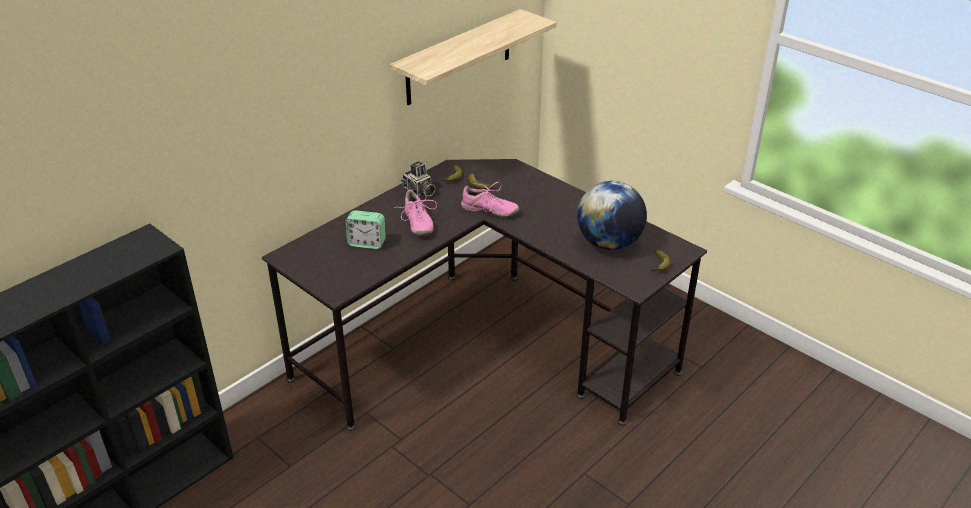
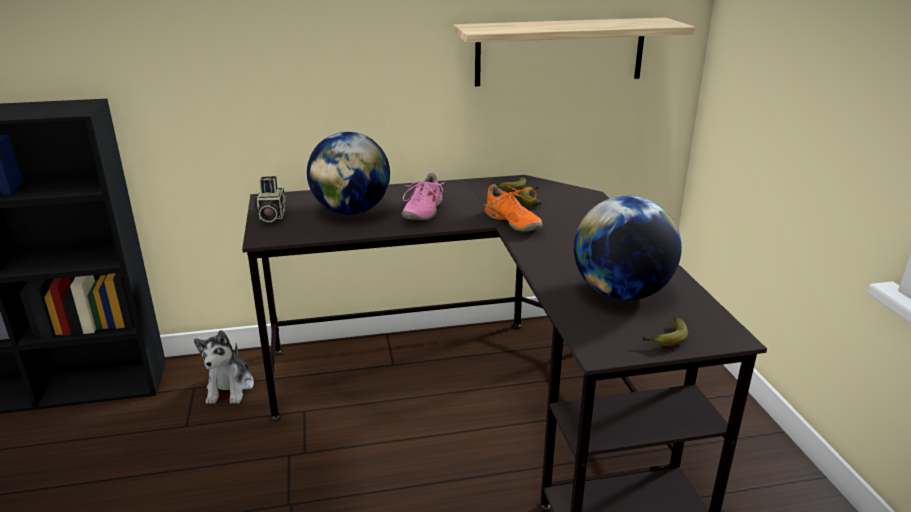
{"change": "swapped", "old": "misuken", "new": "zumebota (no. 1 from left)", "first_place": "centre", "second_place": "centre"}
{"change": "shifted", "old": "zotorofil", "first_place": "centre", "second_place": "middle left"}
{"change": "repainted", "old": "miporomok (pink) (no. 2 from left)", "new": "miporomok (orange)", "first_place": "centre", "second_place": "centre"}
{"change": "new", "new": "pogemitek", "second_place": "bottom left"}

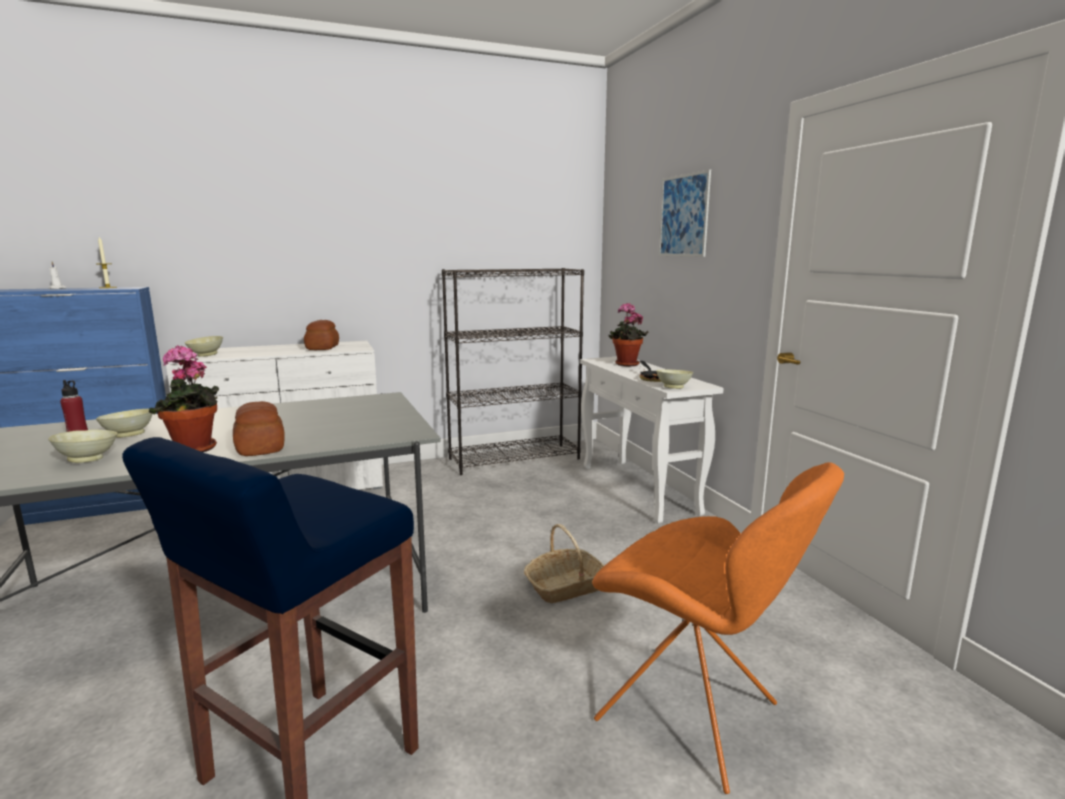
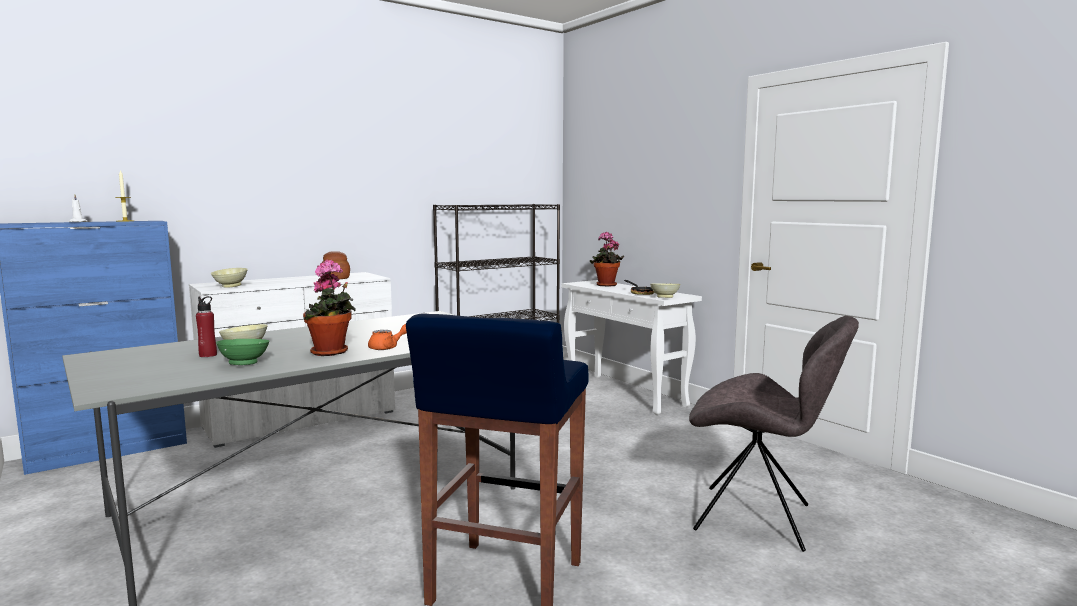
{"change": "repainted", "old": "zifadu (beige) (no. 1 from left)", "new": "zifadu (green)", "first_place": "middle left", "second_place": "middle left"}
{"change": "swapped", "old": "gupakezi (no. 1 from left)", "new": "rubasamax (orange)", "first_place": "middle left", "second_place": "centre"}
{"change": "gone", "old": "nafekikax", "first_place": "bottom centre"}
{"change": "repainted", "old": "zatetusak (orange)", "new": "zatetusak (grey)", "first_place": "bottom right", "second_place": "bottom right"}
{"change": "gone", "old": "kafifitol", "first_place": "top centre"}

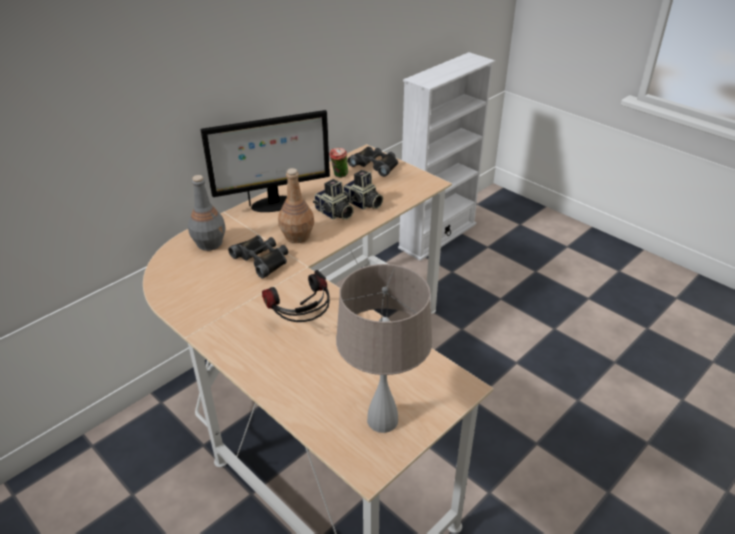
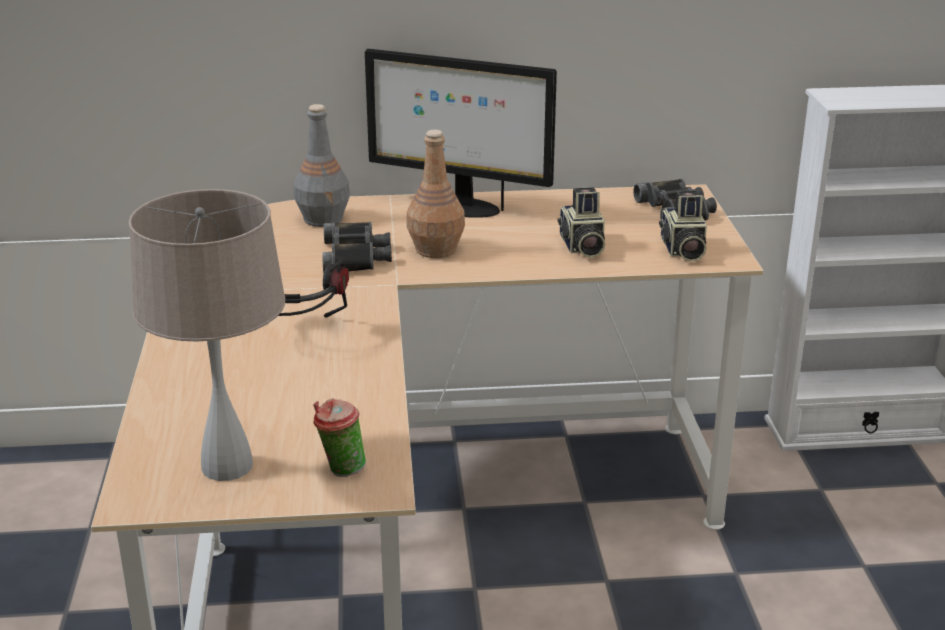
{"change": "shifted", "old": "zotorofil (no. 1 from left in the first image)", "new": "zotorofil (no. 2 from left)", "first_place": "centre", "second_place": "middle right"}
{"change": "shifted", "old": "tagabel", "first_place": "top centre", "second_place": "bottom centre"}

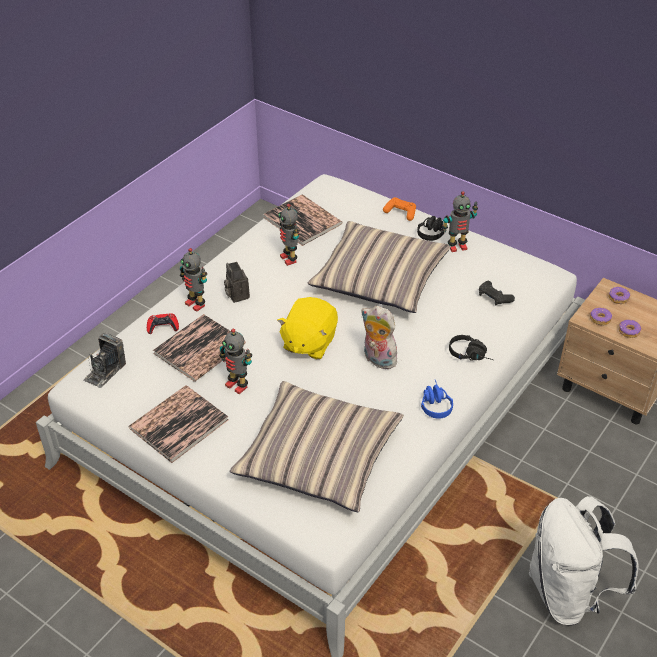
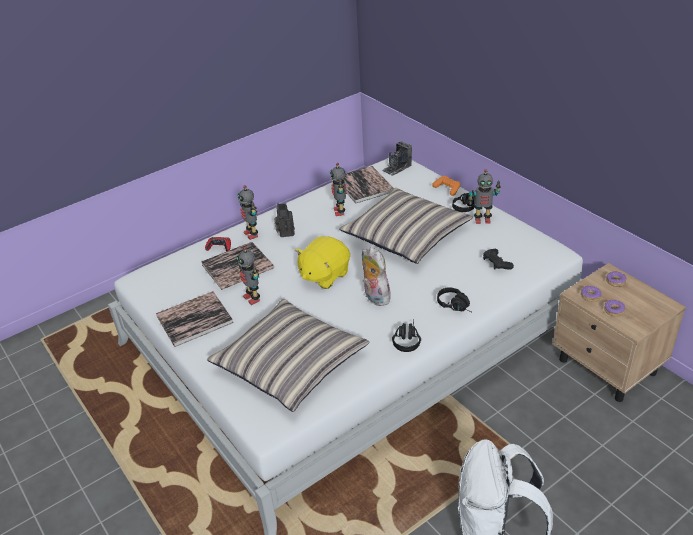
{"change": "shifted", "old": "zotorofil (no. 1 from left in the first image)", "new": "zotorofil (no. 2 from left)", "first_place": "middle left", "second_place": "top centre"}
{"change": "repainted", "old": "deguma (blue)", "new": "deguma (black) (no. 1 from left)", "first_place": "centre", "second_place": "centre"}

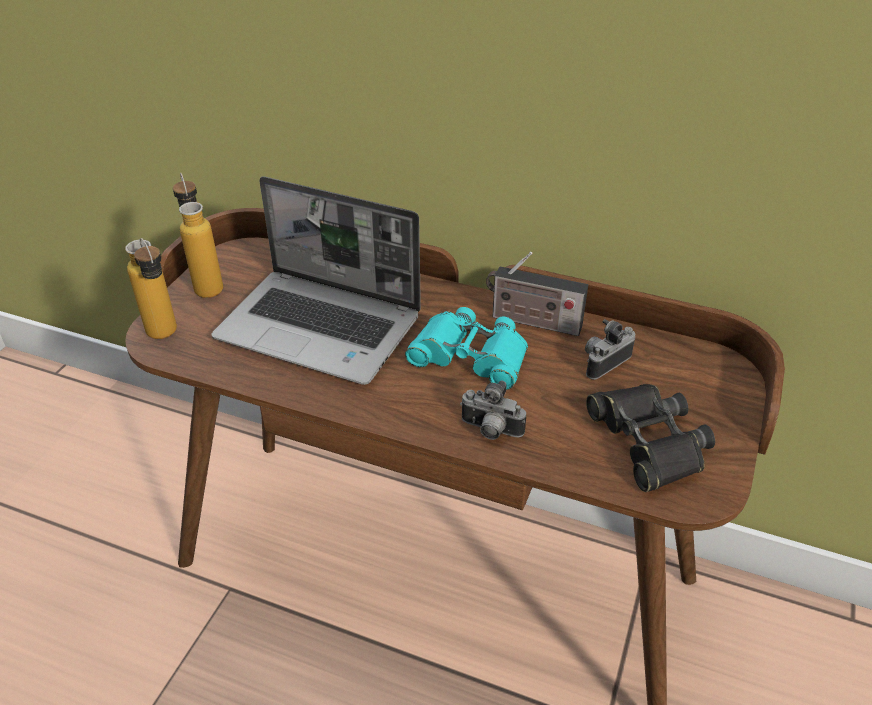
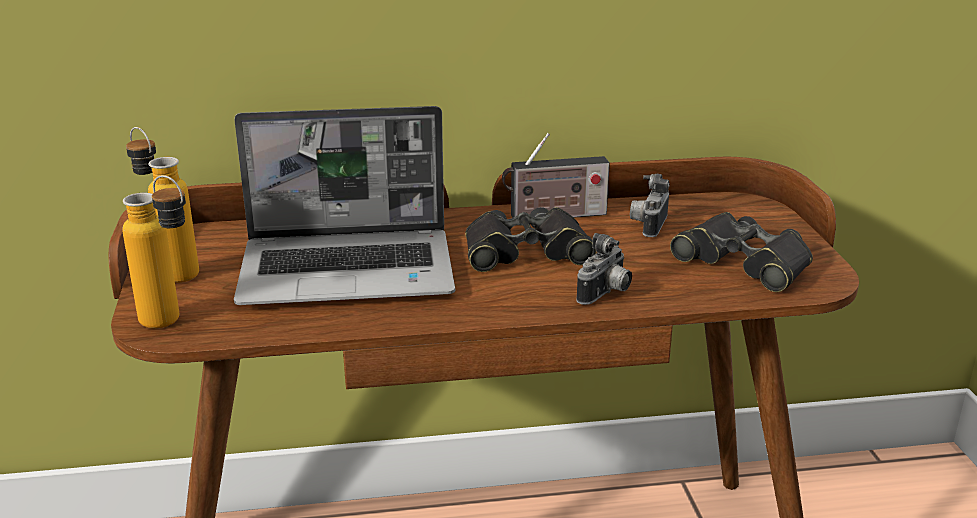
{"change": "repainted", "old": "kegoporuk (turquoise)", "new": "kegoporuk (black) (no. 1 from left)", "first_place": "centre", "second_place": "centre"}
{"change": "rotated", "old": "zotorofil (no. 1 from left)", "first_place": "centre", "second_place": "centre", "degrees": -45}

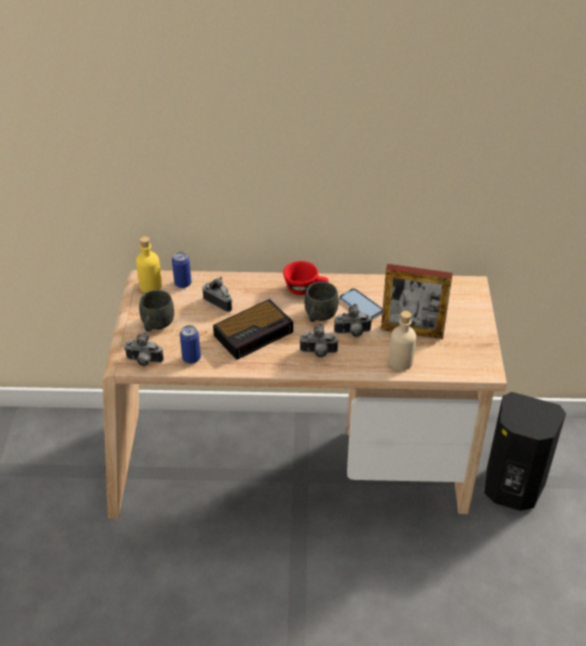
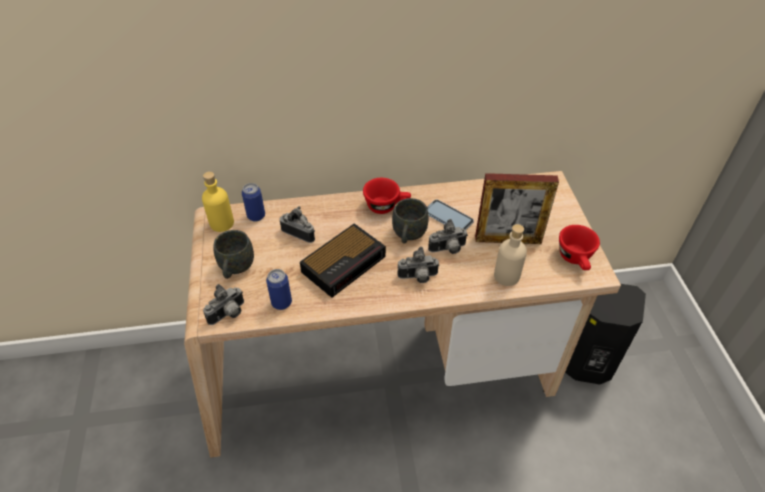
{"change": "rotated", "old": "zotorofil (no. 1 from left)", "first_place": "middle left", "second_place": "middle left", "degrees": -45}
{"change": "new", "new": "tagabel (red) (no. 2 from left)", "second_place": "middle right"}

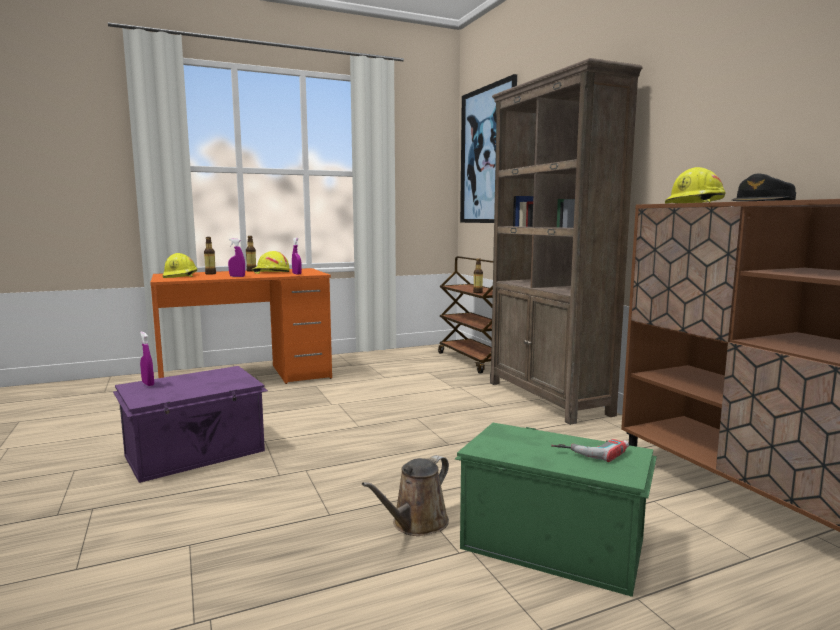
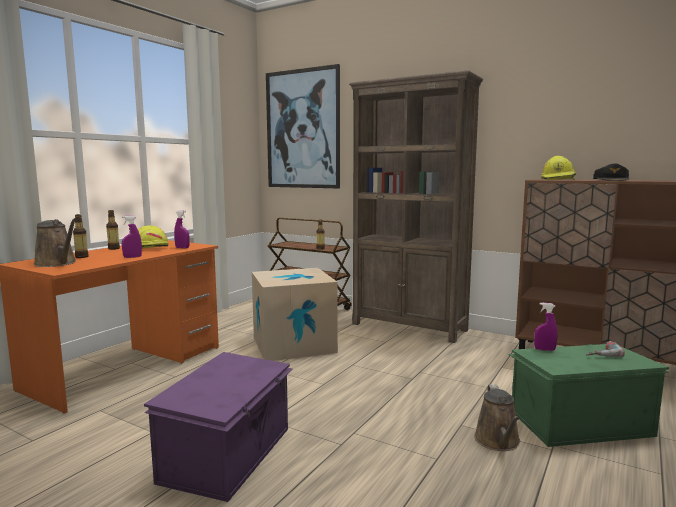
{"change": "shifted", "old": "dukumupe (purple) (no. 1 from left in the first image)", "new": "dukumupe (purple) (no. 3 from left)", "first_place": "middle left", "second_place": "middle right"}
{"change": "swapped", "old": "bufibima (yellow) (no. 1 from left)", "new": "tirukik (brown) (no. 1 from left)", "first_place": "middle left", "second_place": "middle left"}
{"change": "new", "new": "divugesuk", "second_place": "centre"}

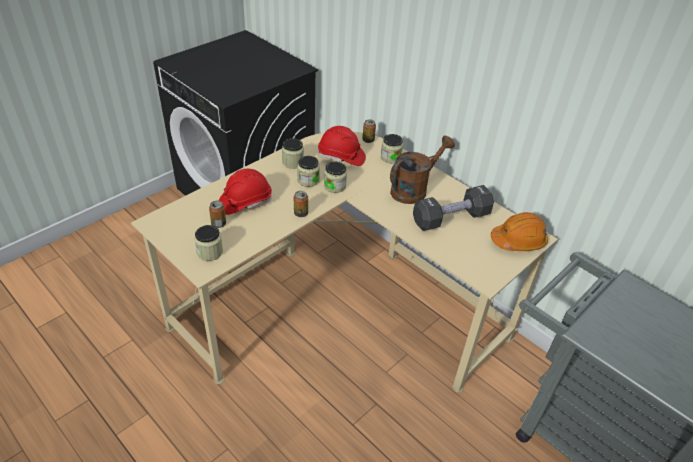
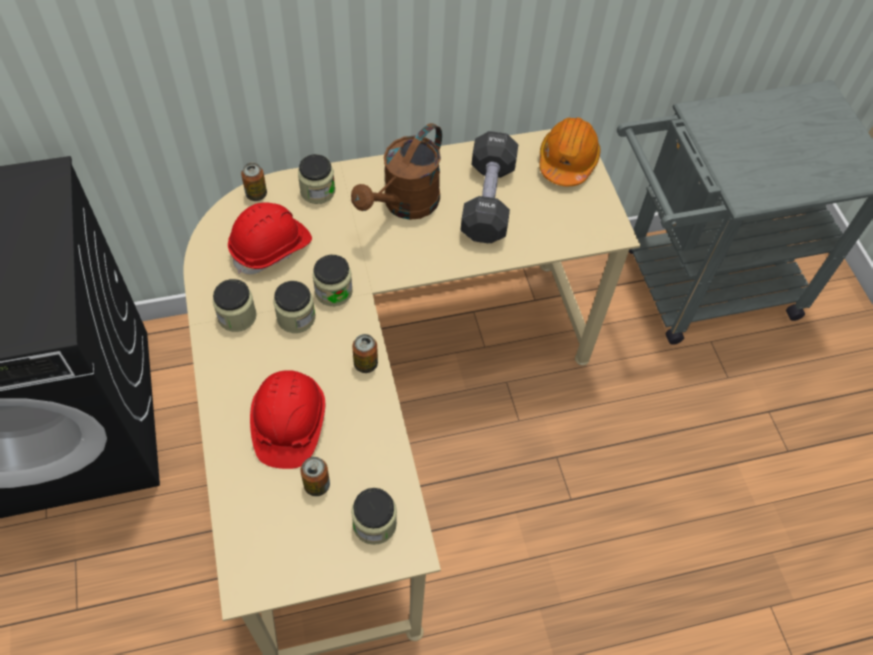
{"change": "rotated", "old": "tirukik (brown)", "first_place": "centre", "second_place": "top centre", "degrees": -135}

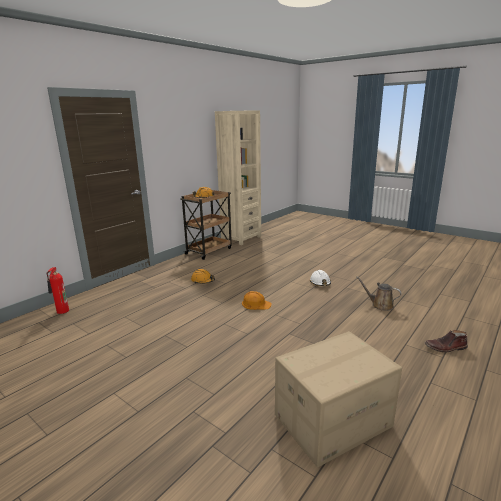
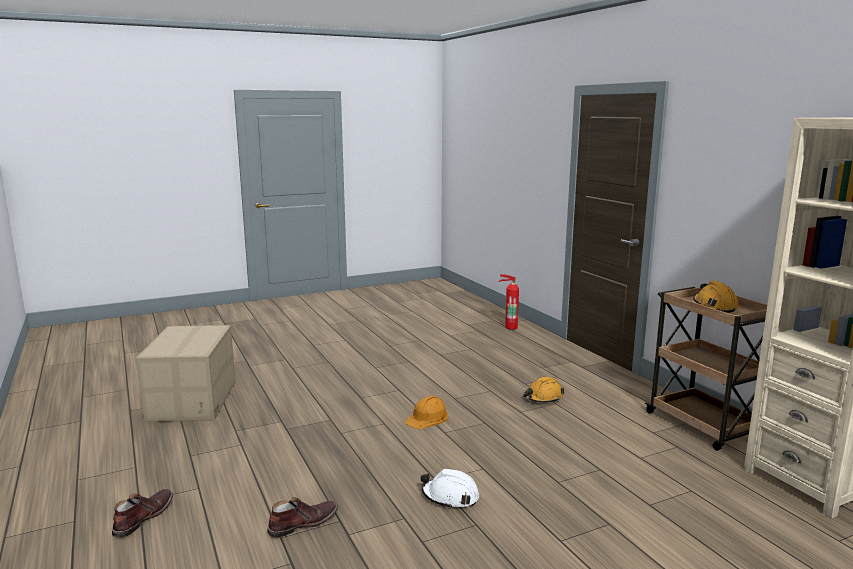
{"change": "swapped", "old": "tirukik (brown)", "new": "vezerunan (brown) (no. 2 from left)", "first_place": "middle right", "second_place": "bottom centre"}

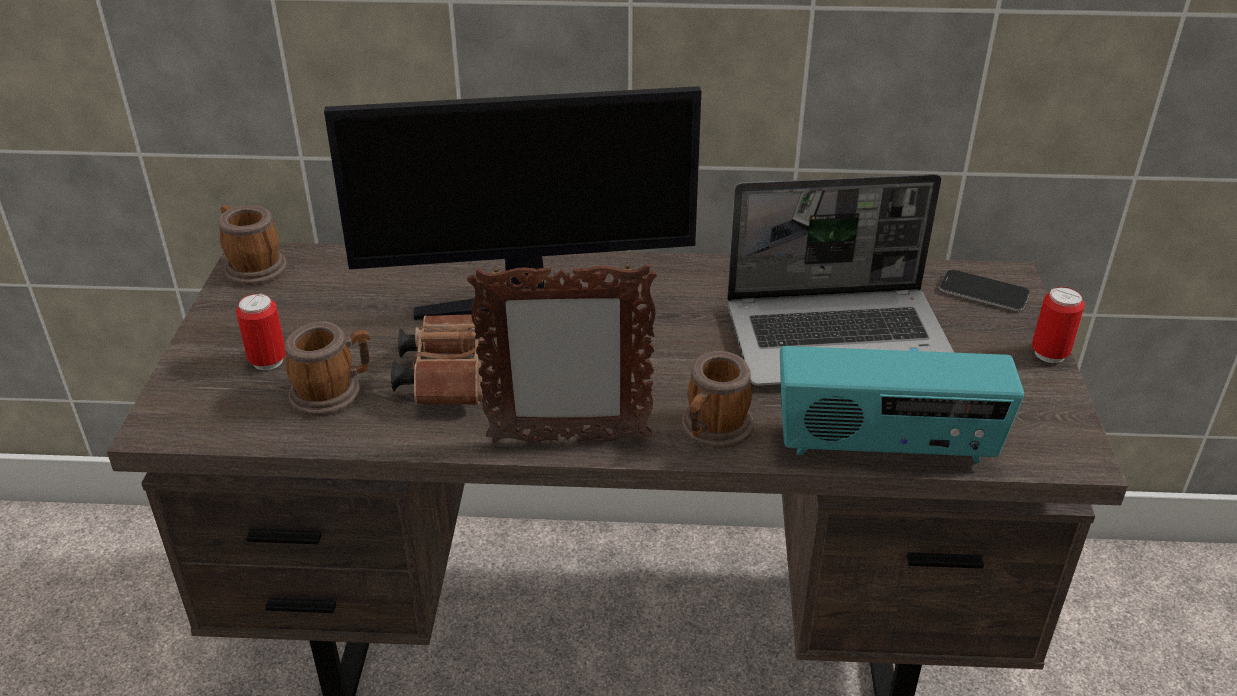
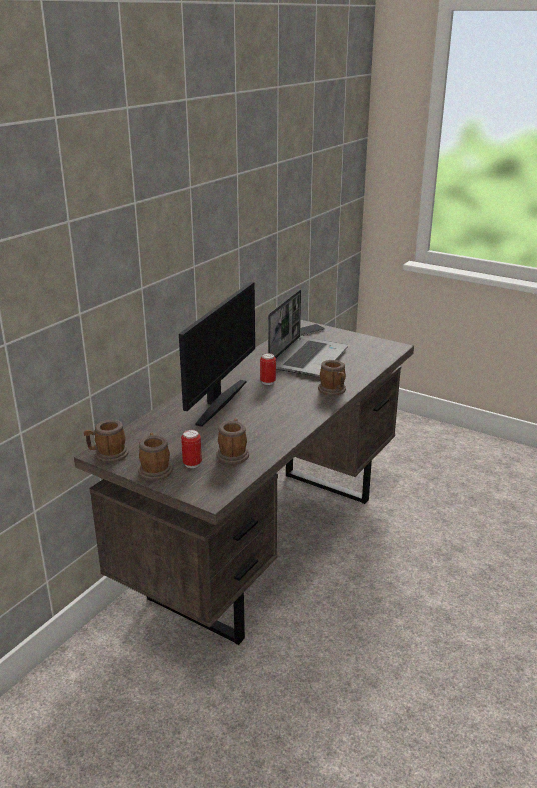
{"change": "gone", "old": "kegoporuk (brown)", "first_place": "centre"}
{"change": "gone", "old": "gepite", "first_place": "centre"}
{"change": "gone", "old": "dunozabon", "first_place": "middle right"}
{"change": "shifted", "old": "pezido (no. 2 from left)", "first_place": "middle right", "second_place": "centre"}
{"change": "new", "new": "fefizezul (no. 2 from left)", "second_place": "middle left"}

